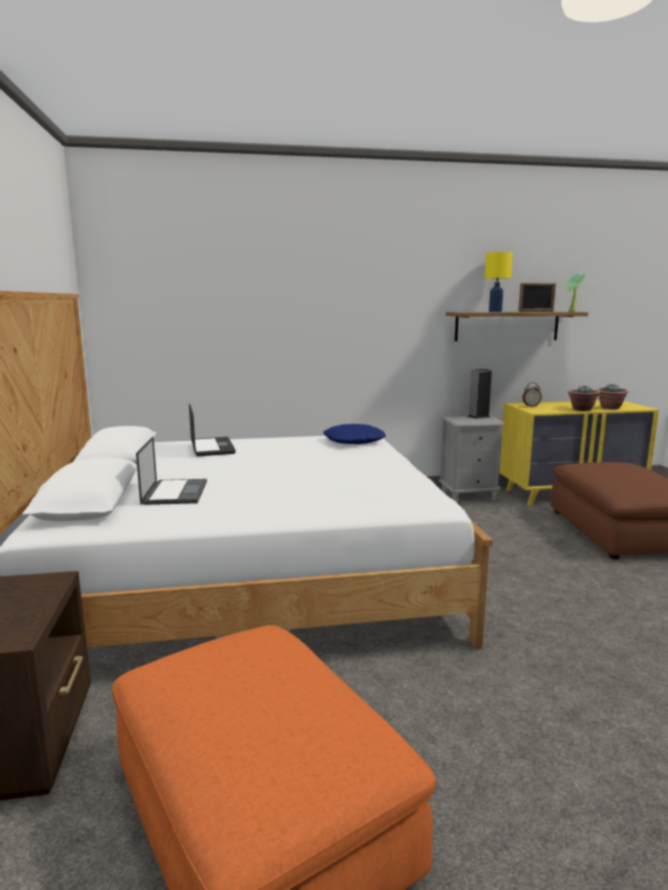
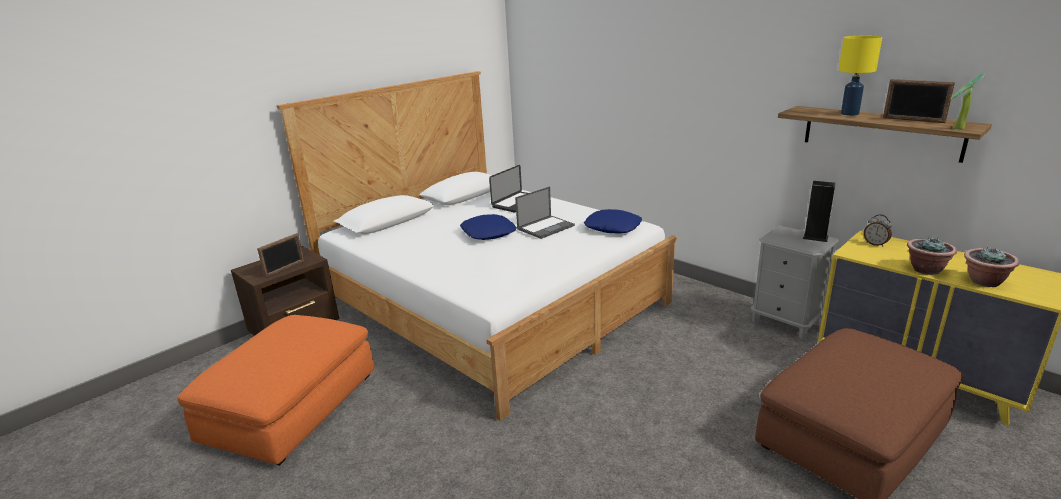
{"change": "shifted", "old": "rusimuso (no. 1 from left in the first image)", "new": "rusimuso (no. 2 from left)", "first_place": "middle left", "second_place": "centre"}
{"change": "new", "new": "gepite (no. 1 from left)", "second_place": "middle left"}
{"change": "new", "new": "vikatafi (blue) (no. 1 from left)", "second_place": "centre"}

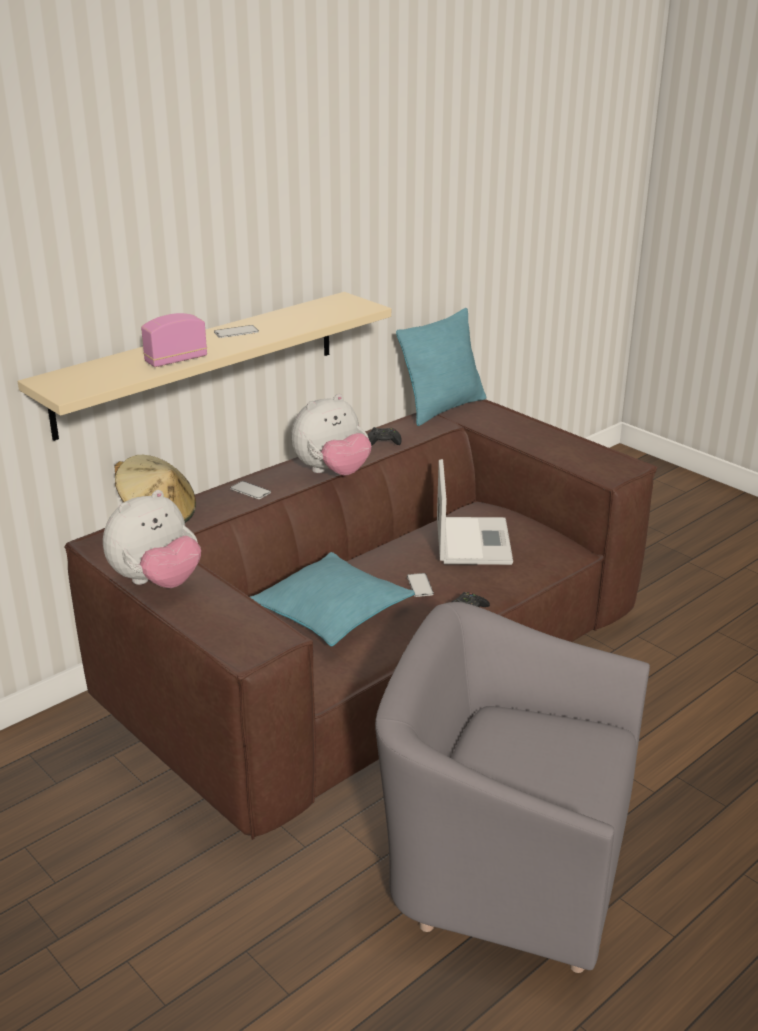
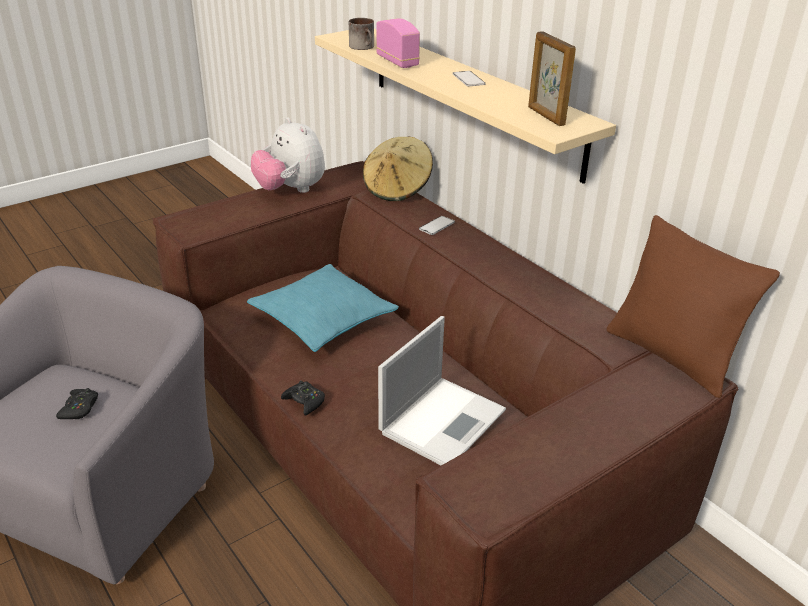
{"change": "gone", "old": "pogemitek (no. 2 from left)", "first_place": "centre"}
{"change": "shifted", "old": "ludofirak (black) (no. 1 from left)", "first_place": "centre", "second_place": "middle left"}
{"change": "repainted", "old": "vikatafi (turquoise) (no. 2 from left)", "new": "vikatafi (brown)", "first_place": "centre", "second_place": "middle right"}
{"change": "gone", "old": "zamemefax (no. 3 from left)", "first_place": "centre"}
{"change": "rotated", "old": "rusimuso", "first_place": "centre", "second_place": "centre", "degrees": -60}
{"change": "new", "new": "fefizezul", "second_place": "top centre"}
{"change": "new", "new": "gepite", "second_place": "top right"}

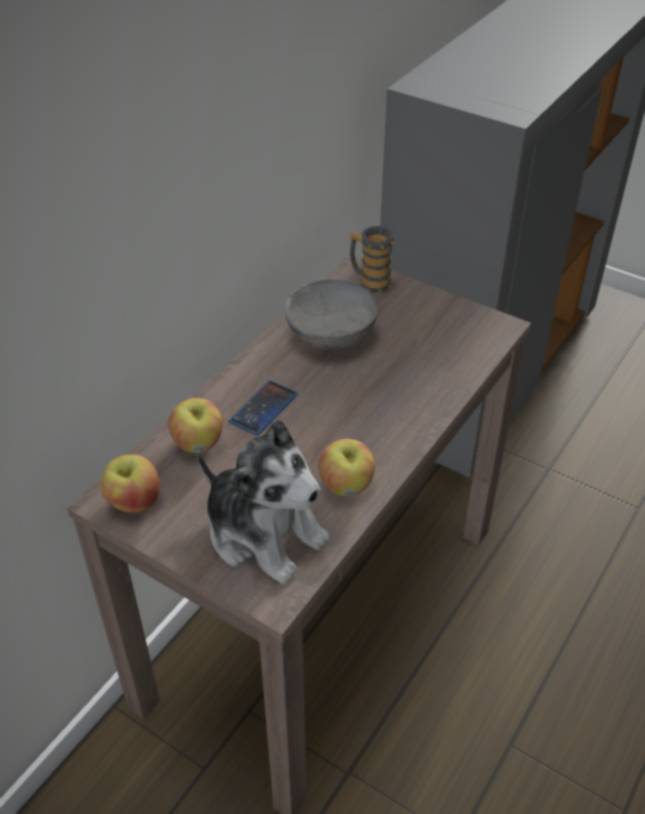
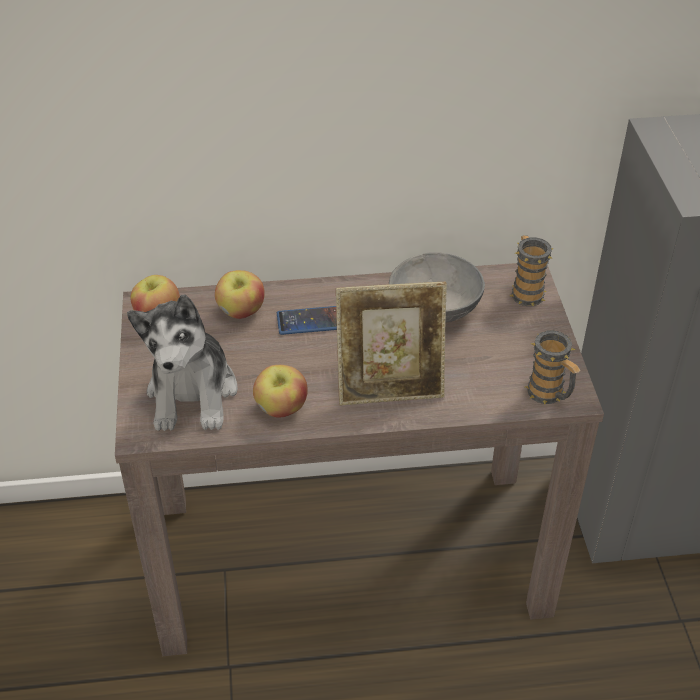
{"change": "new", "new": "gepite", "second_place": "centre"}
{"change": "new", "new": "fefizezul (no. 2 from left)", "second_place": "middle right"}

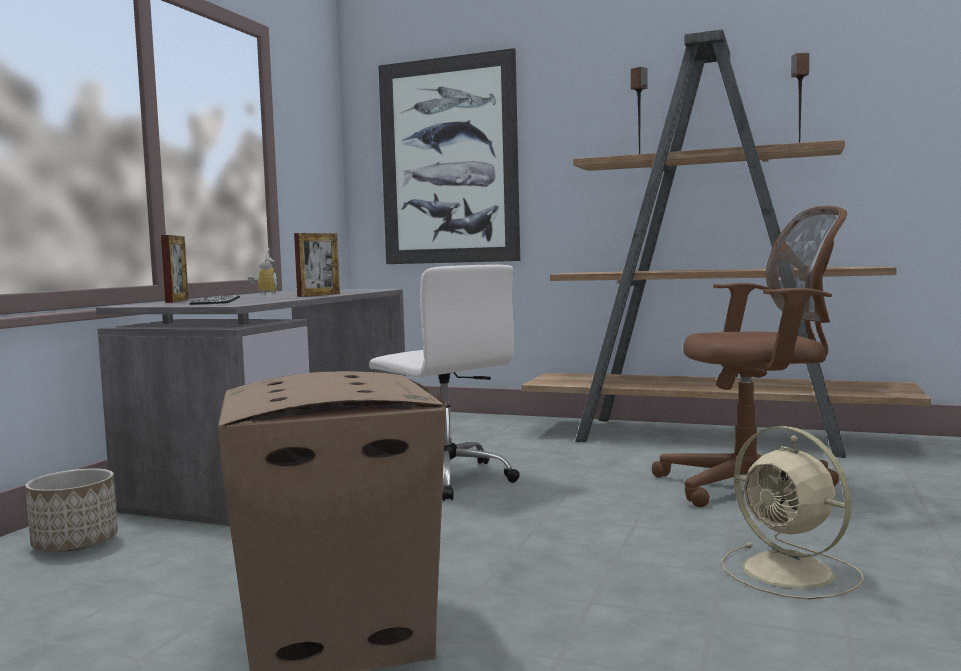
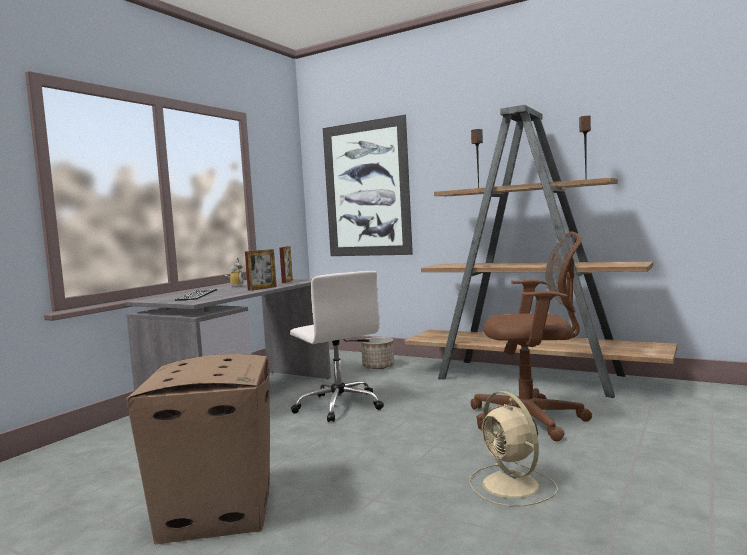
{"change": "shifted", "old": "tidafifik", "first_place": "bottom left", "second_place": "centre"}
{"change": "shifted", "old": "gepite (no. 1 from left in the first image)", "new": "gepite (no. 2 from left)", "first_place": "middle left", "second_place": "centre"}

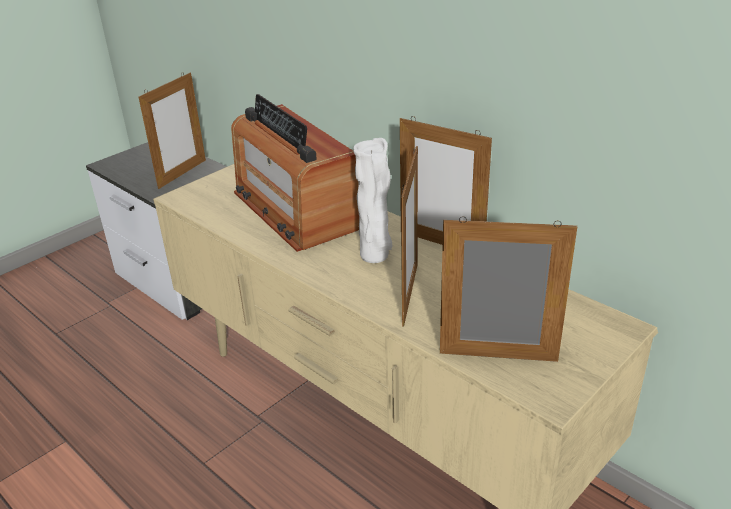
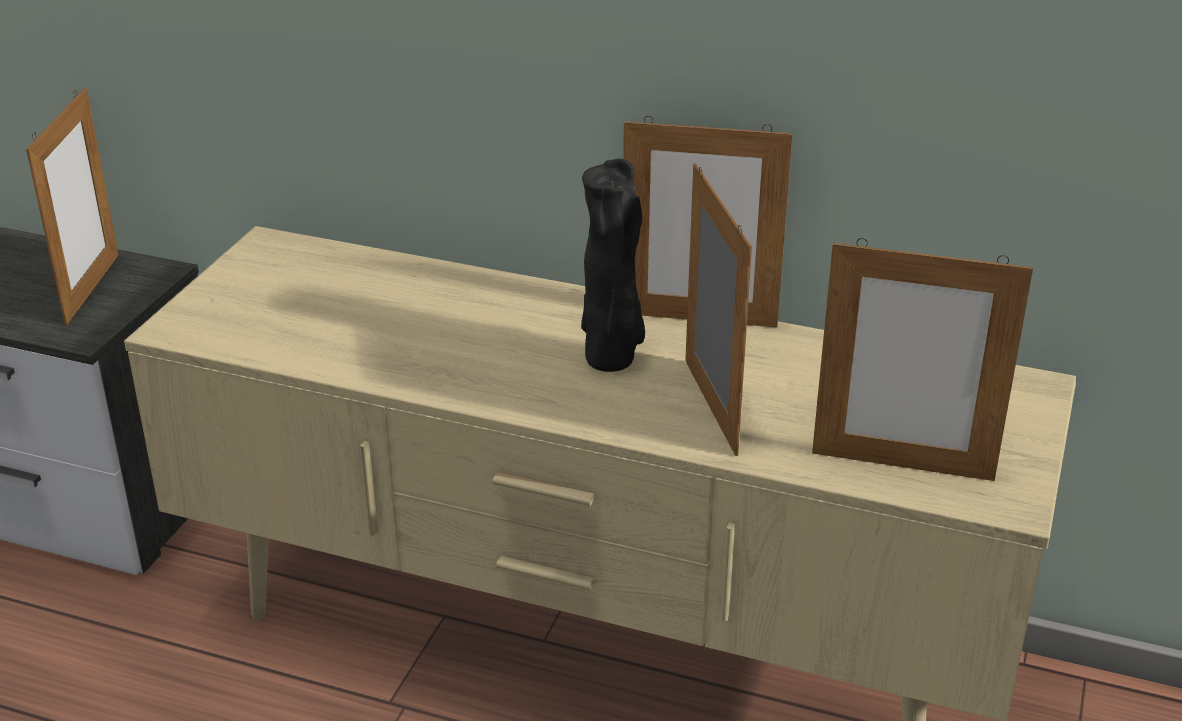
{"change": "gone", "old": "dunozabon", "first_place": "centre"}
{"change": "repainted", "old": "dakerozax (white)", "new": "dakerozax (black)", "first_place": "centre", "second_place": "centre"}
{"change": "rotated", "old": "gepite (no. 4 from left)", "first_place": "middle right", "second_place": "middle right", "degrees": -150}

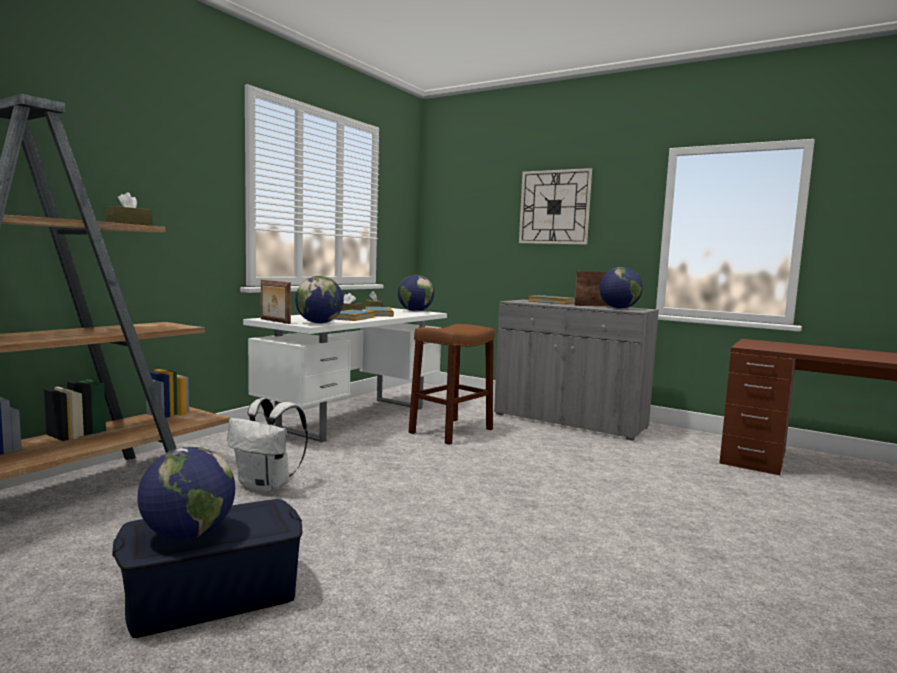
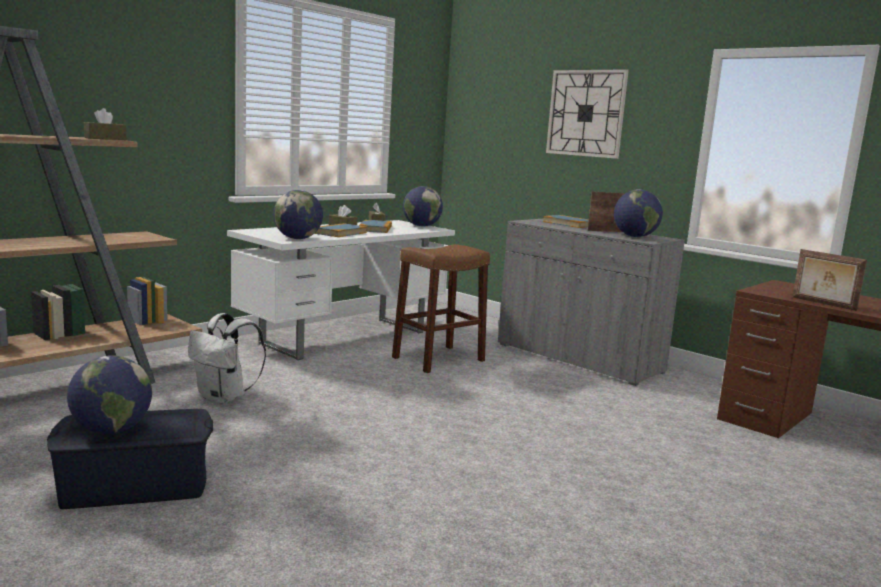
{"change": "shifted", "old": "gepite (no. 1 from left in the first image)", "new": "gepite (no. 2 from left)", "first_place": "middle left", "second_place": "middle right"}

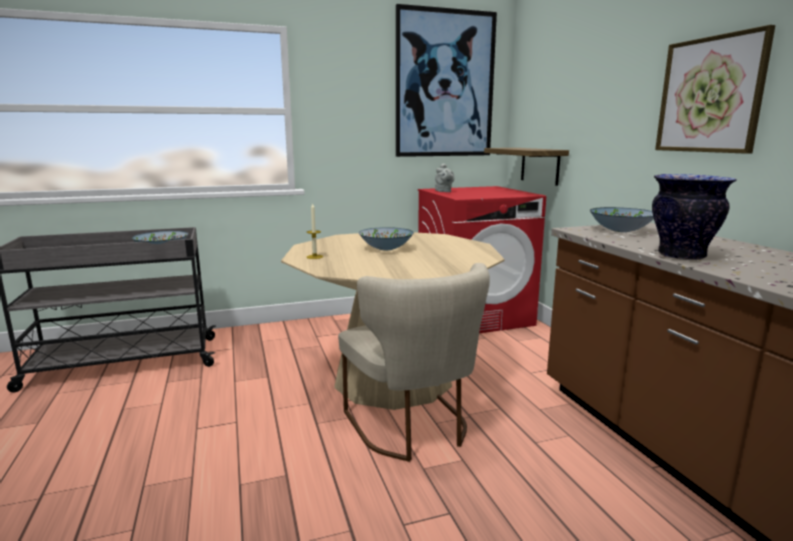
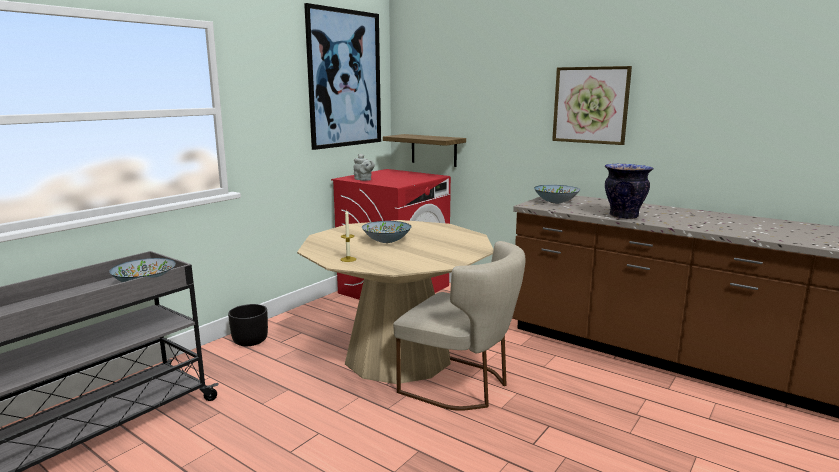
{"change": "new", "new": "tidafifik (black)", "second_place": "bottom left"}

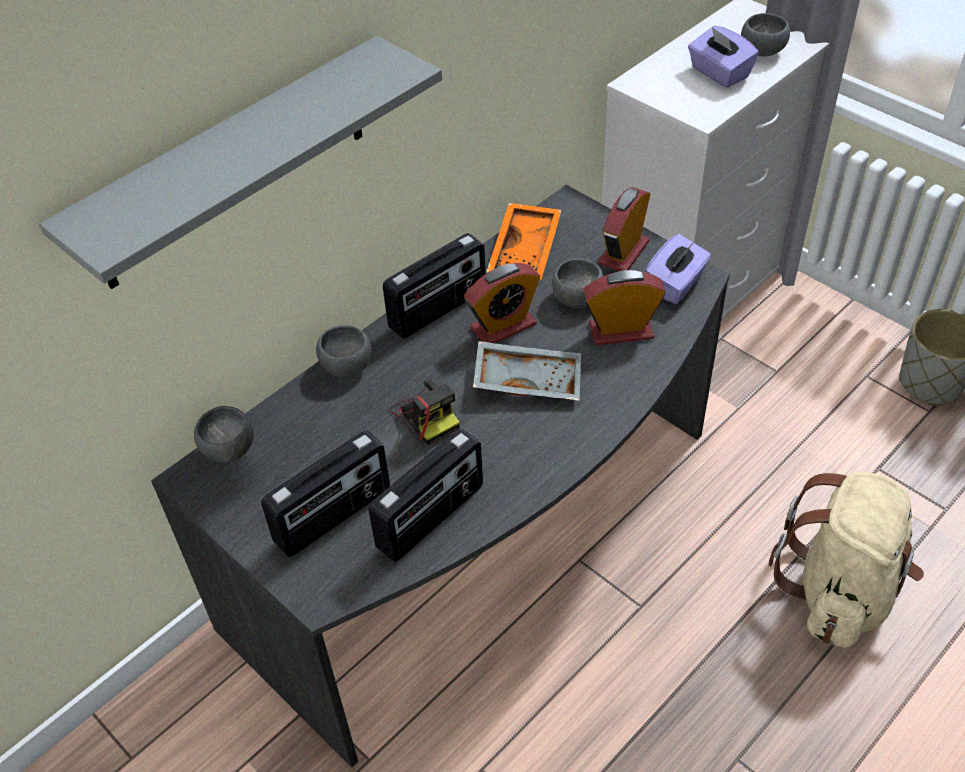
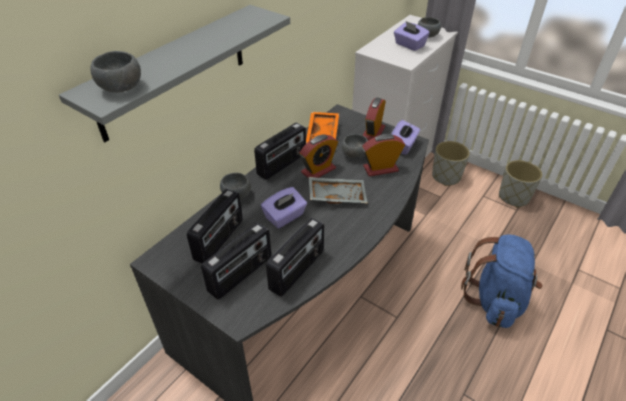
{"change": "shifted", "old": "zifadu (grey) (no. 1 from left)", "first_place": "middle left", "second_place": "top left"}
{"change": "swapped", "old": "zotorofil", "new": "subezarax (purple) (no. 1 from left)", "first_place": "centre", "second_place": "centre"}
{"change": "repainted", "old": "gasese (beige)", "new": "gasese (blue)", "first_place": "bottom right", "second_place": "bottom right"}
{"change": "new", "new": "dunozabon (no. 1 from left)", "second_place": "centre"}
{"change": "new", "new": "tidafifik (grey) (no. 1 from left)", "second_place": "middle right"}

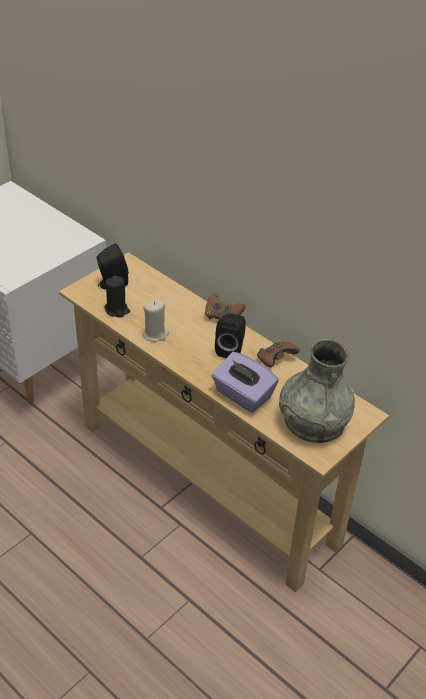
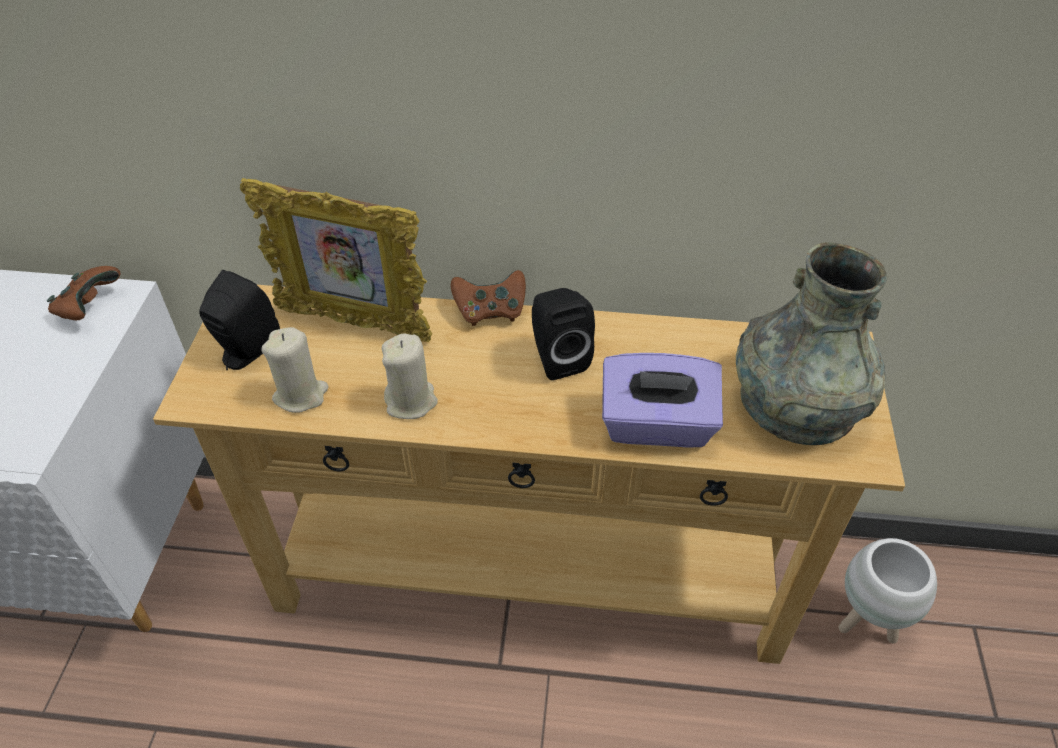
{"change": "repainted", "old": "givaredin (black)", "new": "givaredin (beige) (no. 1 from left)", "first_place": "middle left", "second_place": "middle left"}
{"change": "shifted", "old": "ludofirak (brown) (no. 2 from left in the first image)", "new": "ludofirak (brown) (no. 1 from left)", "first_place": "centre", "second_place": "middle left"}
{"change": "new", "new": "gepite", "second_place": "middle left"}
{"change": "new", "new": "tidafifik (white)", "second_place": "bottom right"}

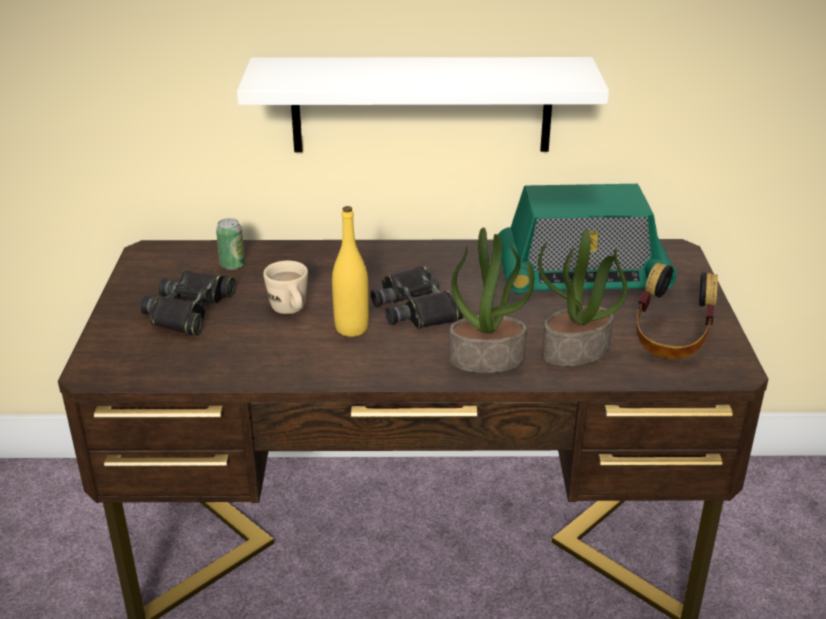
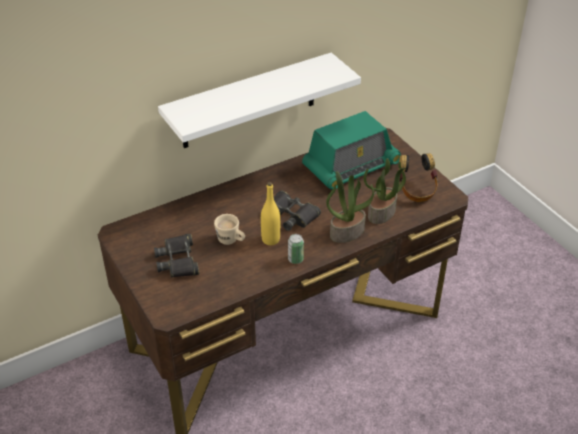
{"change": "shifted", "old": "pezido", "first_place": "middle left", "second_place": "centre"}

